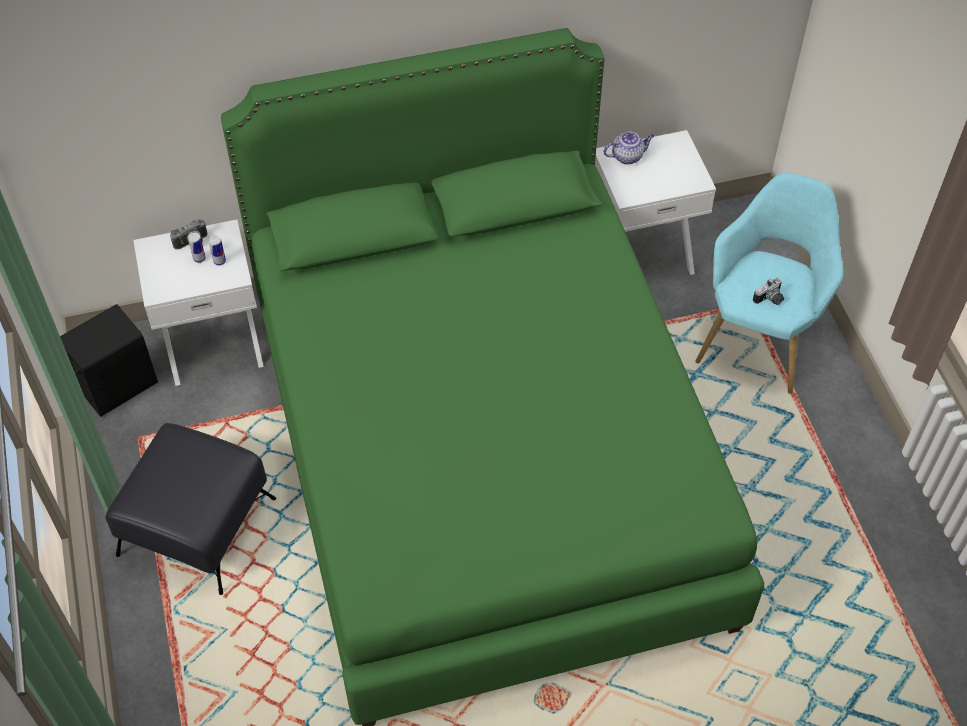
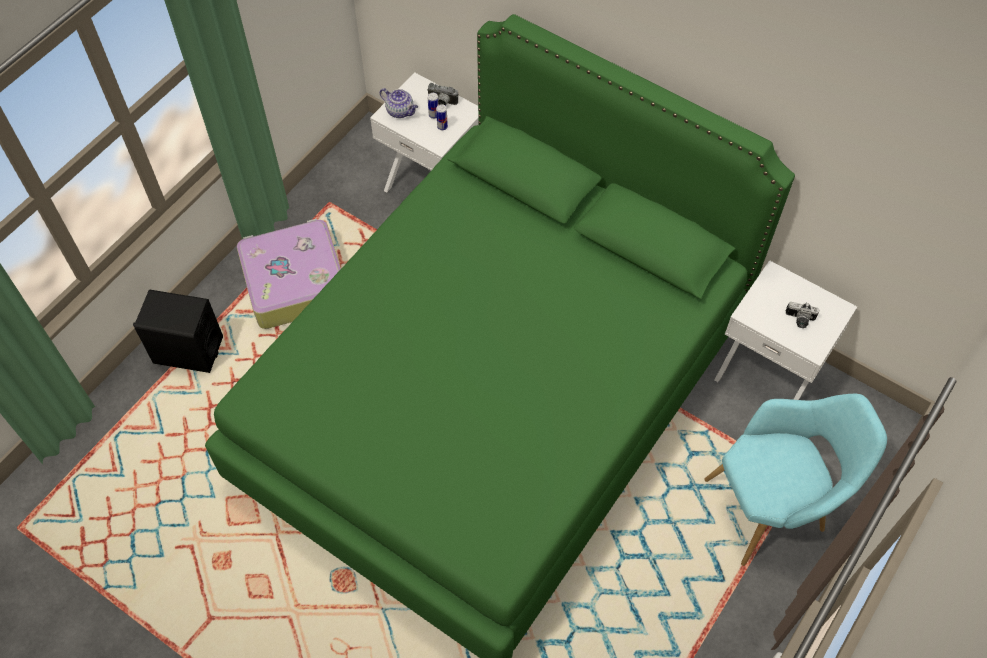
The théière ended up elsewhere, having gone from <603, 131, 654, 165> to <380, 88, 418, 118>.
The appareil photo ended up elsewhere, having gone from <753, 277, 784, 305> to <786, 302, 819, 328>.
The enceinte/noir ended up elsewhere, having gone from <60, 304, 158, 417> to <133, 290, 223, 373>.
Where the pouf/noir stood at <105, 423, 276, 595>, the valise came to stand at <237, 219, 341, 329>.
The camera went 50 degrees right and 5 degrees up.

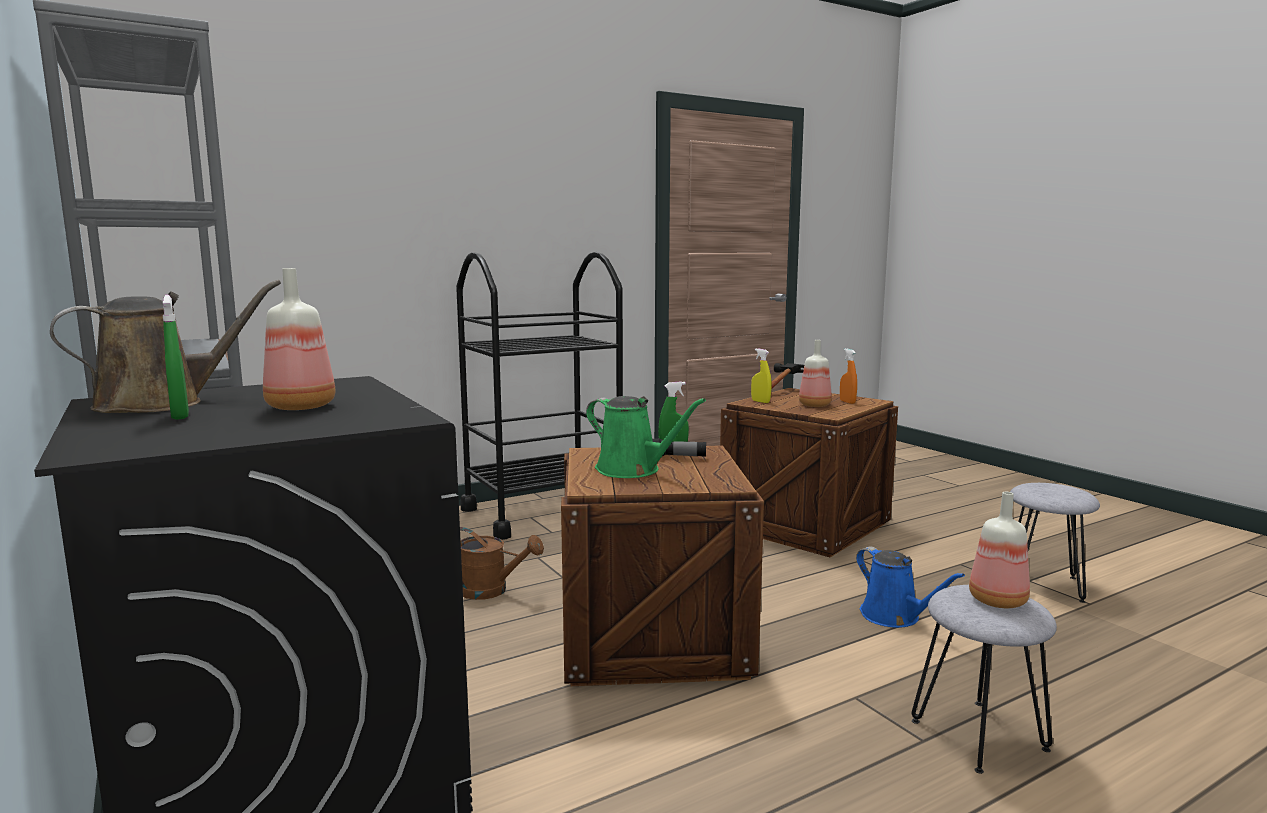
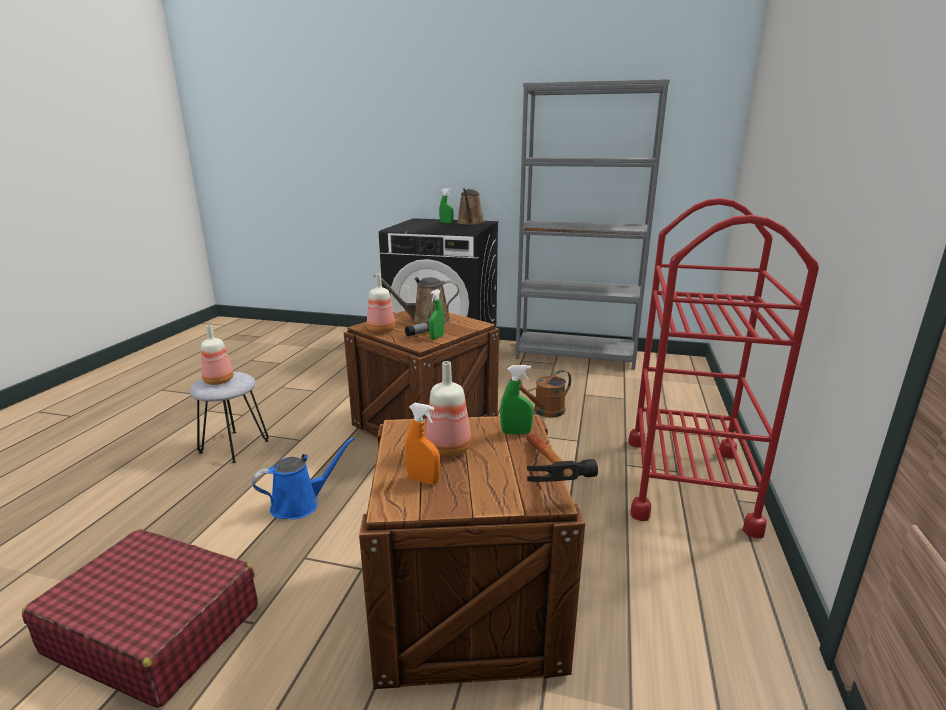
What was the chariot/noir at <456, 252, 623, 540> turned into the chariot/rouge at <628, 198, 819, 538>.
The bouteille ended up elsewhere, having gone from <263, 268, 336, 410> to <367, 274, 395, 333>.
What was the vaporisateur/jaune at <751, 348, 771, 403> turned into the vaporisateur/vert at <500, 365, 533, 434>.
What was the arrosoir/vert at <586, 396, 706, 478> turned into the arrosoir/marron at <374, 274, 459, 324>.
Where the tabouret/gris stood at <1010, 483, 1100, 603>, the valise/rouge came to stand at <22, 529, 258, 708>.
The arrosoir/bleu at <856, 547, 965, 628> ended up facing another way, 135 degrees clockwise from before.
The camera went 135 degrees right and 10 degrees up.

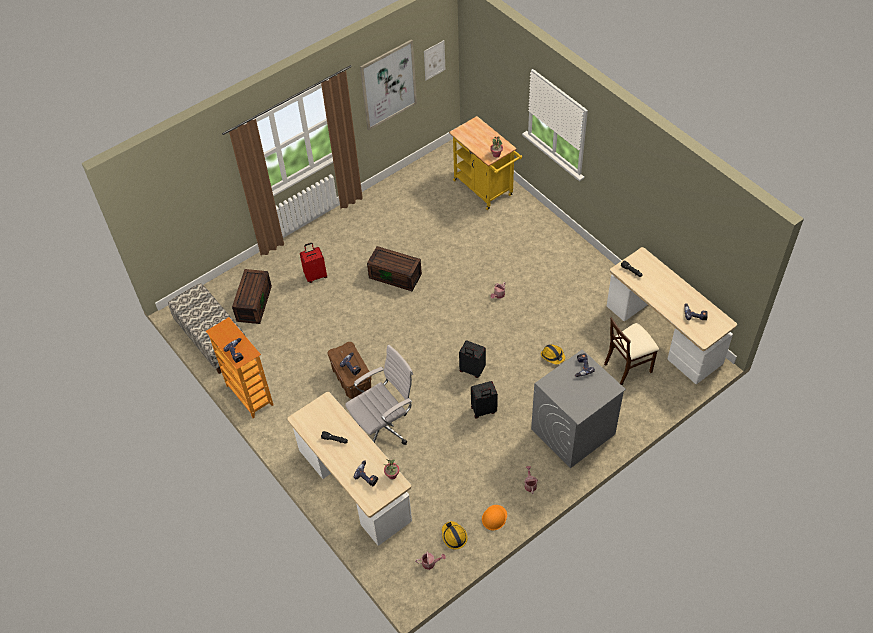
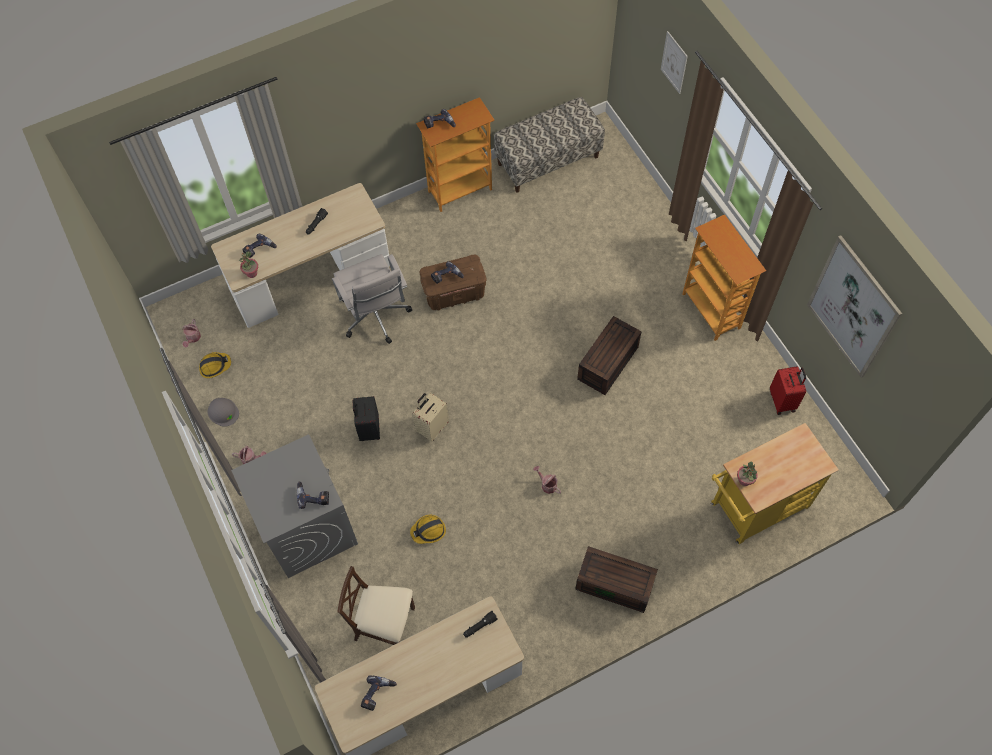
The tableau ended up elsewhere, having gone from <424, 40, 445, 80> to <661, 31, 688, 94>.
The valise/rouge ended up elsewhere, having gone from <300, 243, 327, 283> to <770, 366, 806, 415>.
The boîte de rangement/marron ended up elsewhere, having gone from <232, 269, 272, 324> to <575, 546, 658, 613>.
The chaise/beige at <604, 317, 659, 385> ended up facing another way, 60 degrees counterclockwise from before.
What was the valise/noir at <459, 340, 486, 378> turned into the valise/beige at <412, 393, 449, 442>.
What was the casque de chantier/orange at <482, 505, 507, 531> turned into the casque de chantier/gris at <208, 398, 239, 427>.
The second view gained the bibliothèque at <682, 215, 766, 341>.
The camera went 100 degrees right and 10 degrees up.

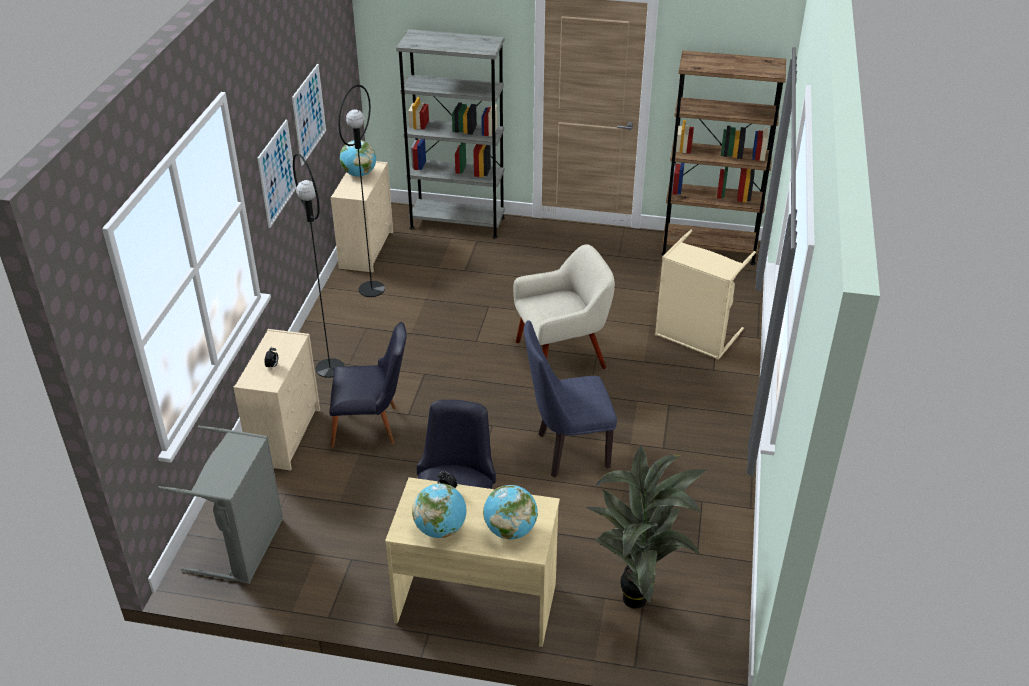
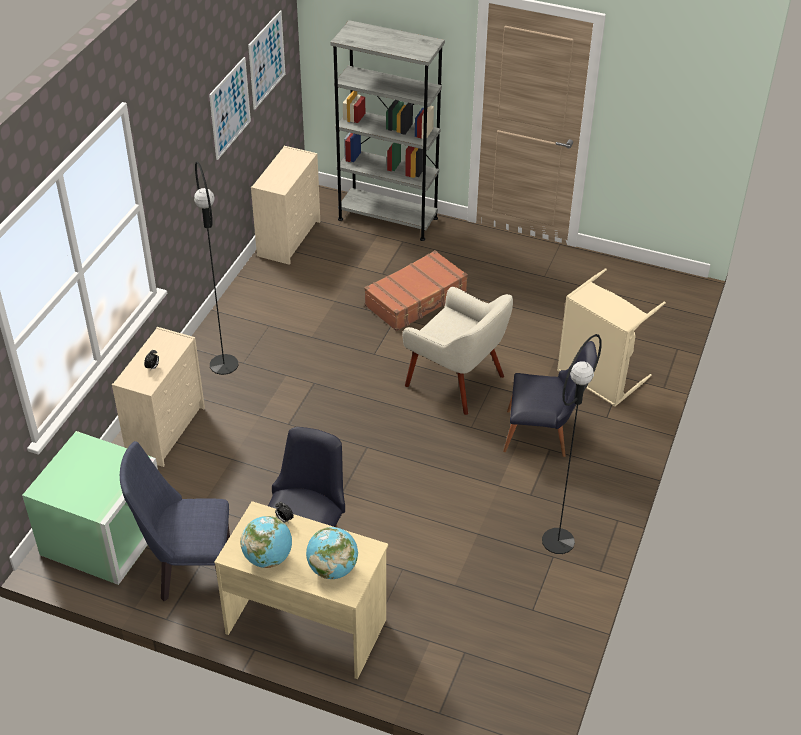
The second view lost the bibliothèque/marron at <662, 50, 786, 265>.
The lampadaire/noir ended up elsewhere, having gone from <338, 85, 385, 297> to <542, 334, 602, 554>.
The tableau ended up elsewhere, having gone from <257, 120, 296, 228> to <248, 10, 285, 110>.
The second view lost the globe at <340, 140, 376, 177>.
The fauteuil/beige at <513, 244, 615, 369> ended up facing another way, 45 degrees clockwise from before.
The chaise/bleu ended up elsewhere, having gone from <524, 320, 617, 478> to <120, 441, 230, 602>.
The chaise/noir ended up elsewhere, having gone from <329, 322, 407, 448> to <503, 341, 597, 457>.
Where the panier à linge/gris stood at <158, 426, 283, 584>, the boîte de rangement/vert came to stand at <22, 431, 158, 585>.
The second view lost the plante en pot at <586, 445, 707, 609>.
The second view gained the valise/marron at <364, 250, 468, 331>.
The camera went 10 degrees right and 5 degrees up.

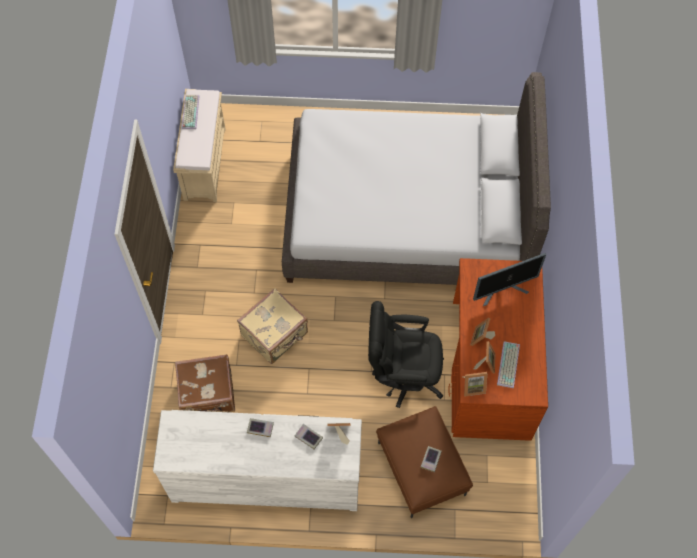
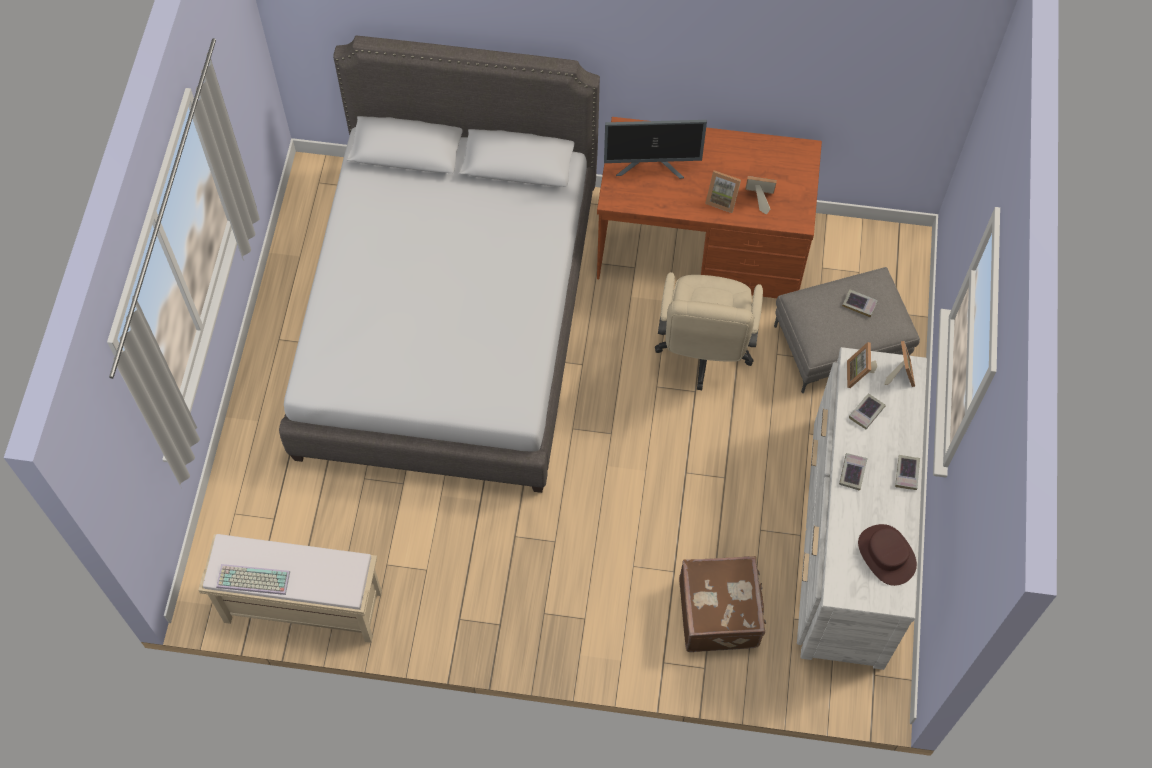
The écran d'ordinateur at <473, 253, 546, 306> ended up facing another way, 105 degrees clockwise from before.
The second view lost the valise/beige at <237, 288, 308, 364>.
What was the chaise de bureau/noir at <368, 301, 444, 408> turned into the chaise de bureau/beige at <655, 272, 763, 390>.
The second view lost the clavier at <497, 341, 520, 388>.
The cadre photo ended up elsewhere, having gone from <462, 372, 487, 396> to <884, 341, 915, 387>.
What was the pouf/marron at <376, 406, 473, 518> turned into the pouf/gris at <774, 267, 920, 393>.
The second view gained the livre at <895, 455, 920, 490>.
The second view gained the chapeau/marron at <858, 524, 917, 586>.
The camera went 85 degrees left and 0 degrees up.

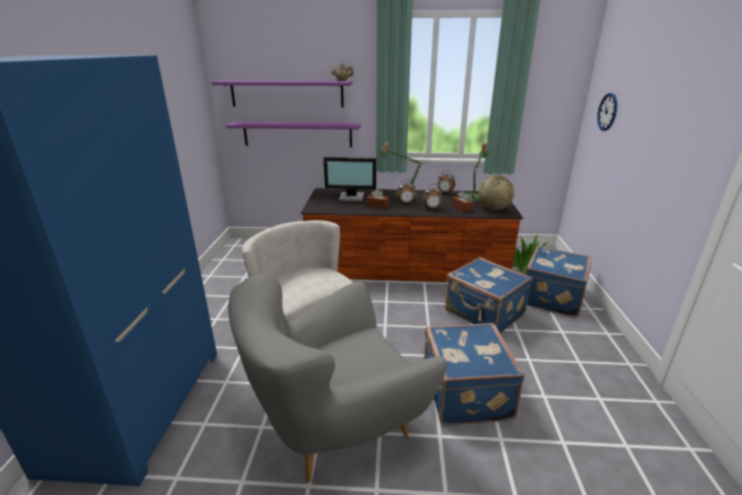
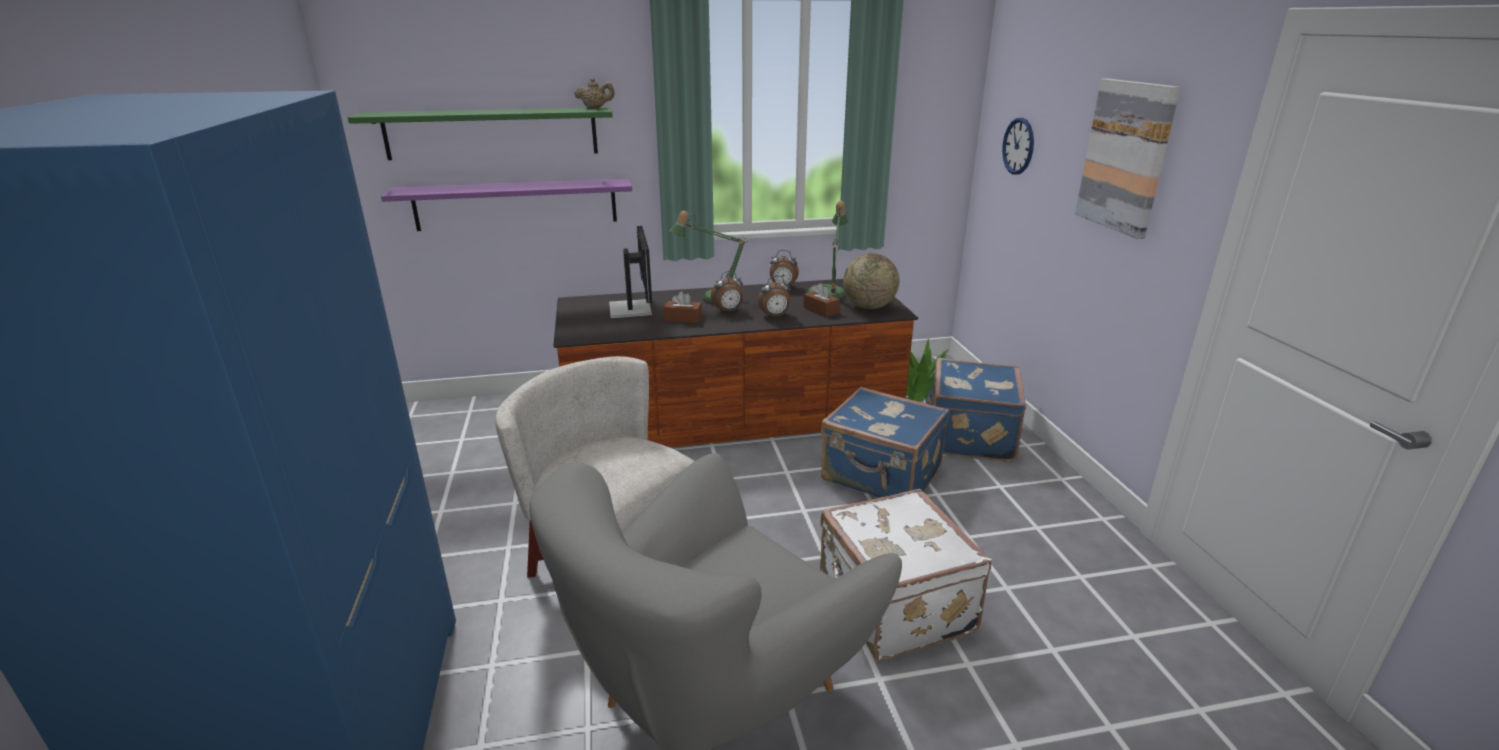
What was the étagère/violet at <212, 80, 352, 107> turned into the étagère/vert at <348, 107, 613, 160>.
The écran d'ordinateur at <323, 157, 376, 201> ended up facing another way, 90 degrees counterclockwise from before.
What was the valise/bleu at <424, 323, 524, 425> turned into the valise/blanc at <820, 489, 992, 661>.
The second view gained the tableau at <1075, 78, 1181, 239>.
The camera went 15 degrees left and 0 degrees up.

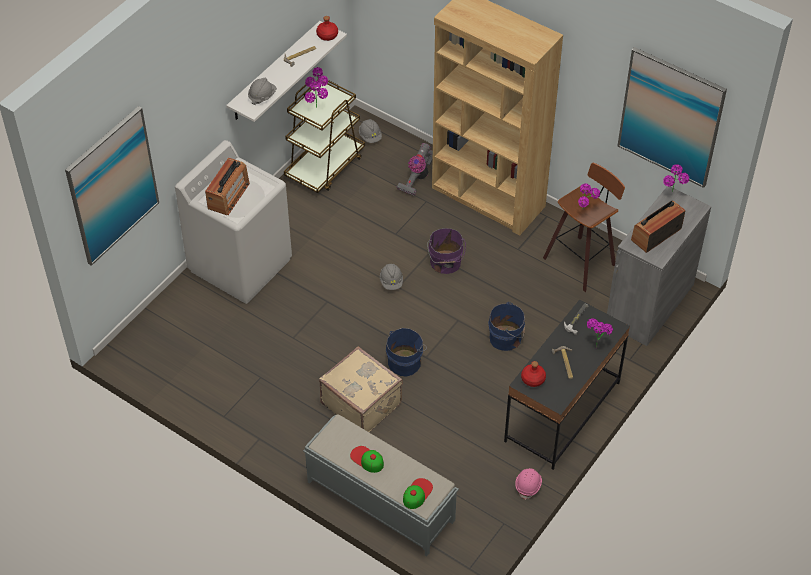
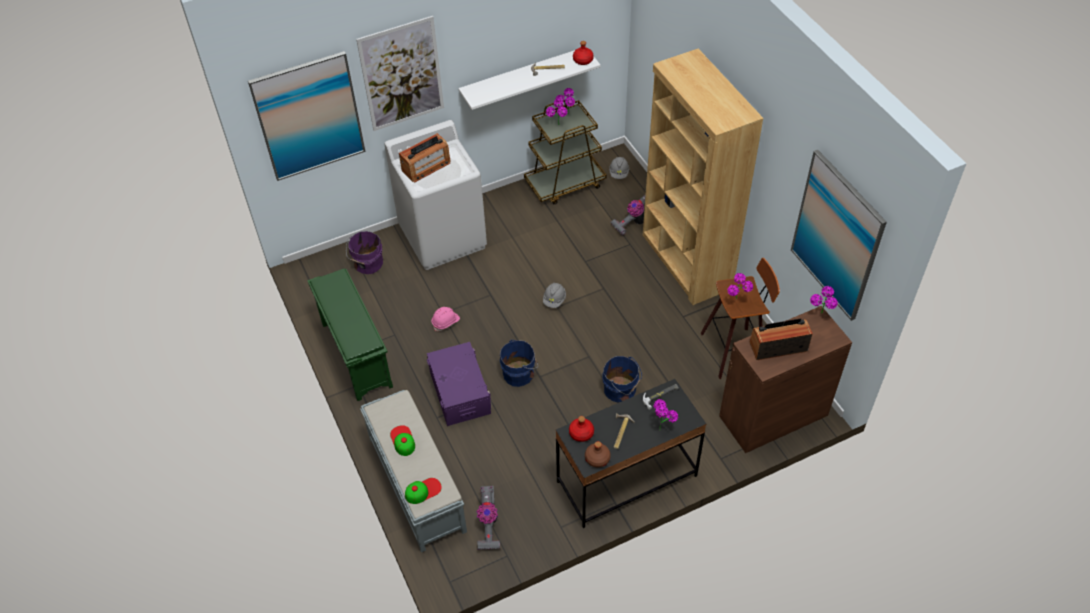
The second view lost the casque de chantier/gris at <248, 78, 277, 105>.
What was the meuble de rangement/gris at <607, 186, 711, 346> turned into the meuble de rangement/marron at <719, 306, 852, 453>.
The seau/violet ended up elsewhere, having gone from <427, 228, 466, 274> to <346, 231, 383, 274>.
Where the valise/beige stood at <319, 346, 403, 432>, the boîte de rangement/violet came to stand at <427, 342, 492, 426>.
The casque de chantier/rose ended up elsewhere, having gone from <515, 468, 542, 500> to <432, 307, 460, 331>.
The second view gained the tableau at <356, 16, 444, 131>.
The second view gained the étagère à chaussures/vert at <307, 268, 393, 401>.
The second view gained the bouteille/marron at <585, 441, 611, 467>.
The second view gained the aspirateur at <477, 486, 500, 550>.
The camera went 30 degrees right and 0 degrees up.

